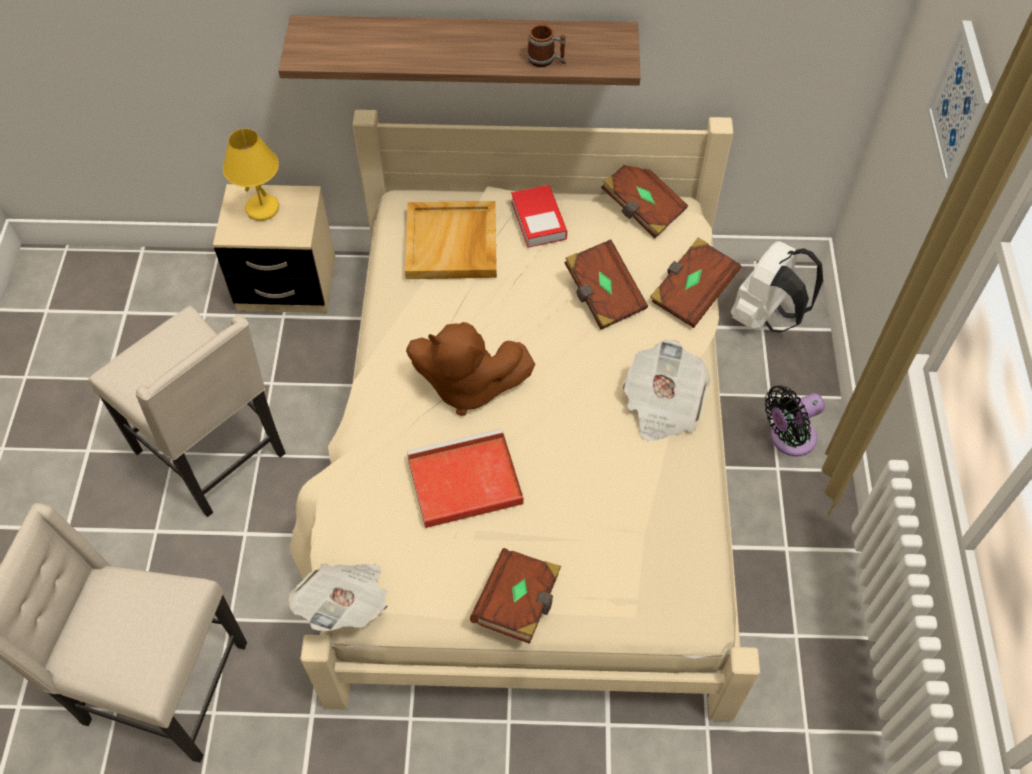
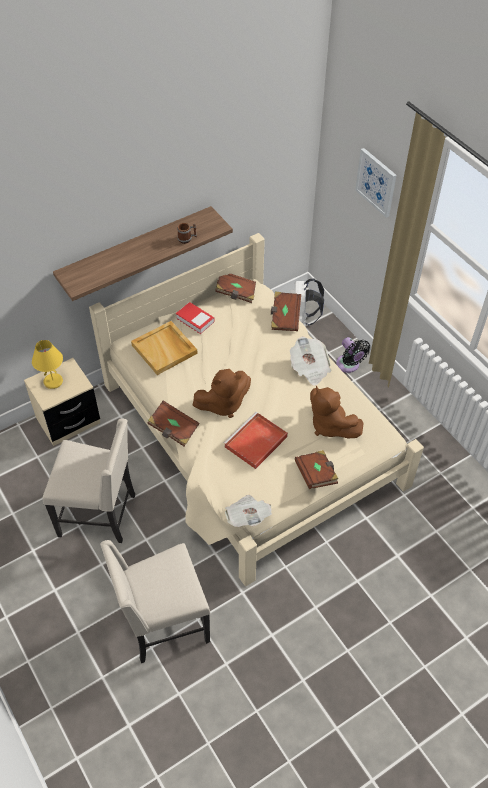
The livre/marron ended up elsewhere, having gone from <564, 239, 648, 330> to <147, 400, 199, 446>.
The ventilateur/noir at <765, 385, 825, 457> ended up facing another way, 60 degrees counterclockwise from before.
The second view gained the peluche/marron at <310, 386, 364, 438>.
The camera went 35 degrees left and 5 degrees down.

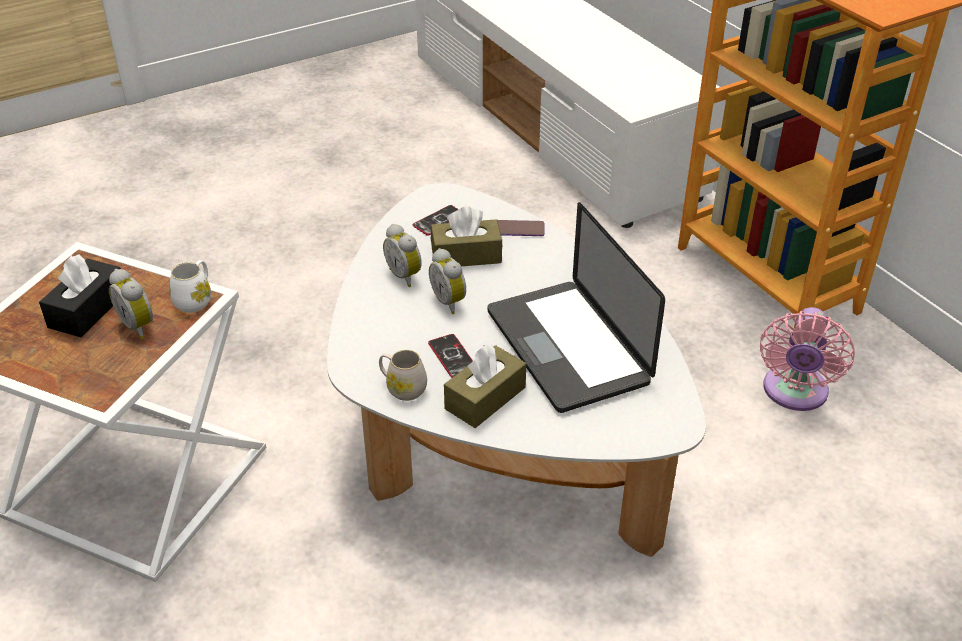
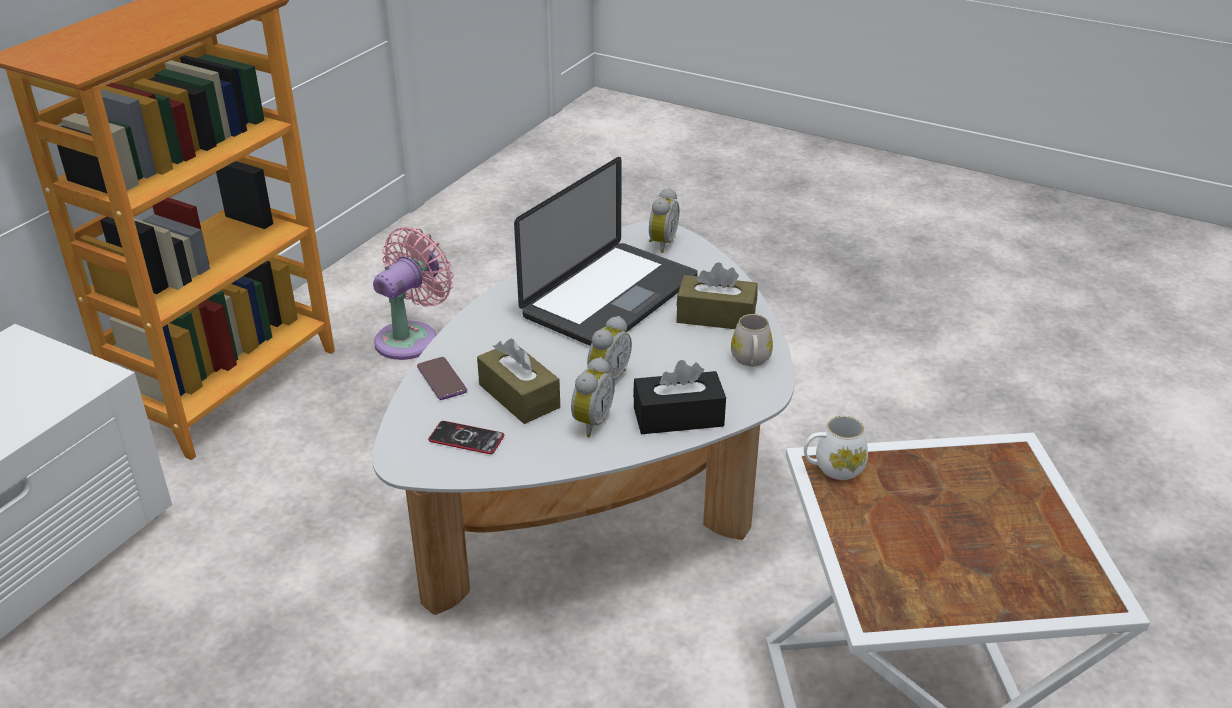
The boîte à mouchoirs/noir ended up elsewhere, having gone from <39, 254, 121, 337> to <633, 360, 726, 434>.
The réveil ended up elsewhere, having gone from <109, 269, 153, 339> to <649, 188, 679, 253>.
The ventilateur/rose at <760, 307, 855, 411> ended up facing another way, 45 degrees counterclockwise from before.
The second view lost the téléphone at <428, 334, 473, 378>.
The camera went 120 degrees left and 5 degrees down.

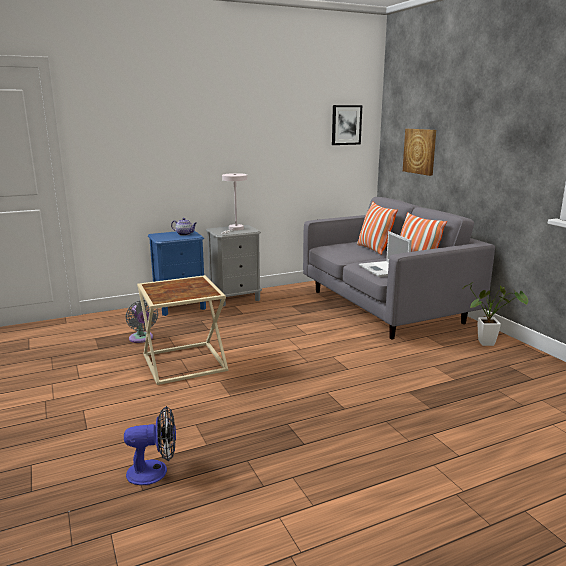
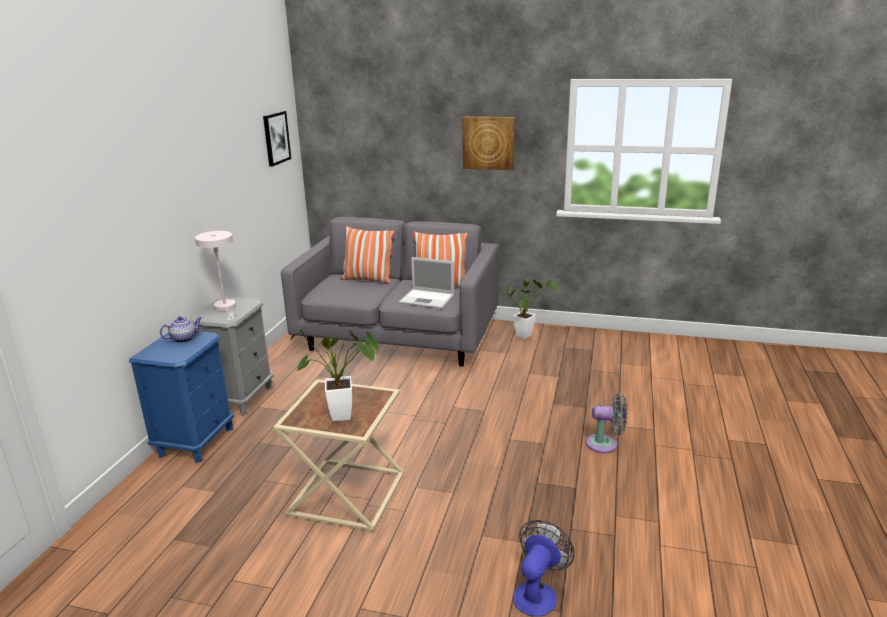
The tableau ended up elsewhere, having gone from <403, 129, 436, 176> to <462, 117, 515, 170>.
The ventilateur/gris ended up elsewhere, having gone from <125, 300, 158, 343> to <586, 393, 627, 453>.
The second view gained the plante en pot at <291, 329, 380, 422>.
The camera went 50 degrees left and 5 degrees up.

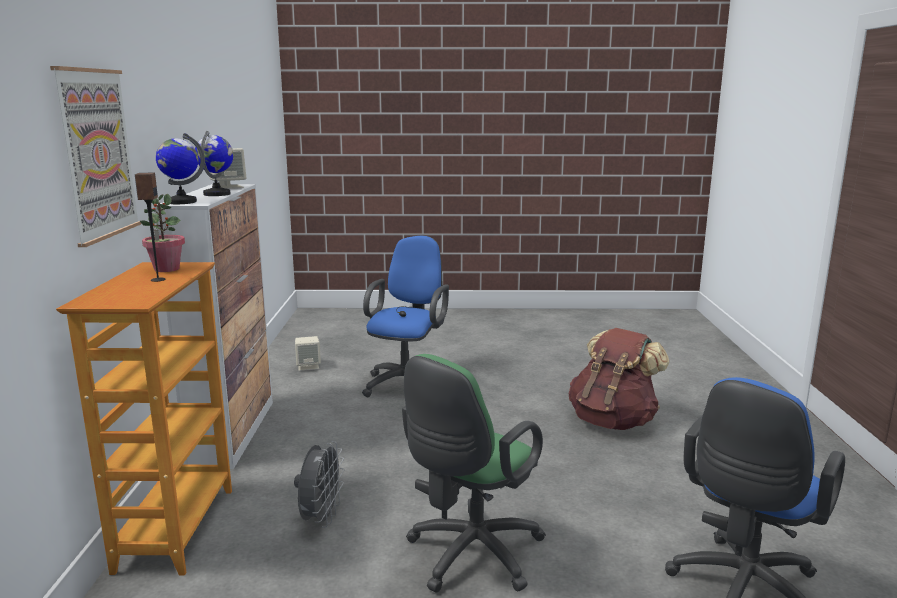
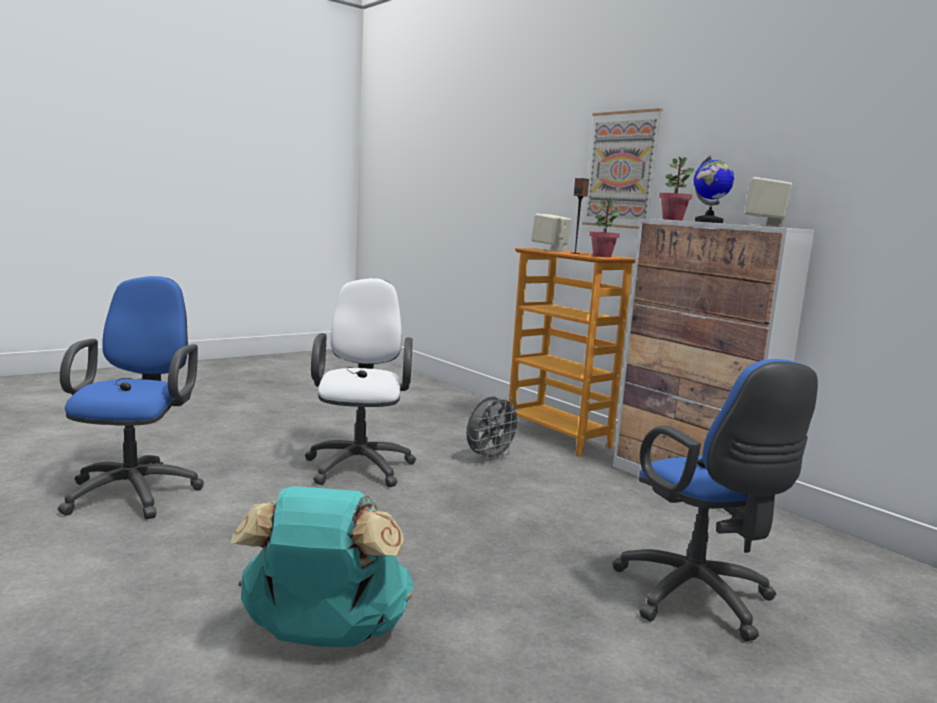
Where the globe stood at <156, 133, 205, 204>, the plante en pot came to stand at <659, 157, 695, 221>.
What was the sac à dos/marron at <568, 328, 669, 430> turned into the sac à dos/turquoise at <231, 486, 414, 647>.
The enceinte/beige ended up elsewhere, having gone from <295, 336, 321, 371> to <531, 214, 572, 251>.
What was the chaise de bureau/vert at <402, 354, 546, 593> turned into the chaise de bureau/blanc at <305, 278, 416, 487>.
The ventilateur/gris at <294, 441, 345, 528> ended up facing another way, 105 degrees counterclockwise from before.
The camera went 140 degrees right and 5 degrees down.

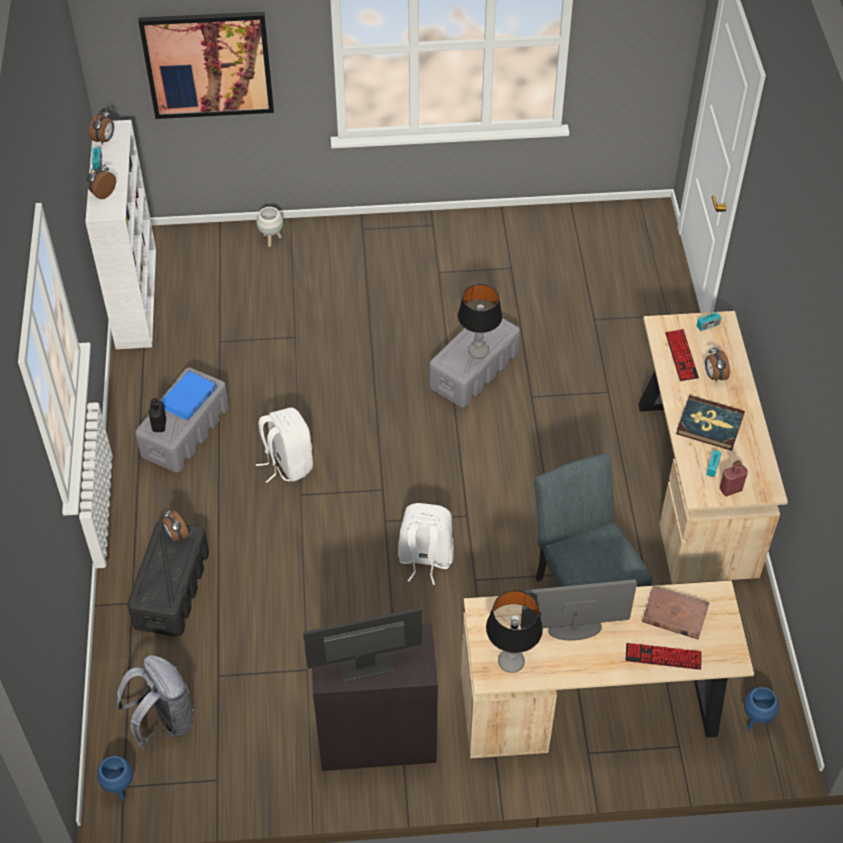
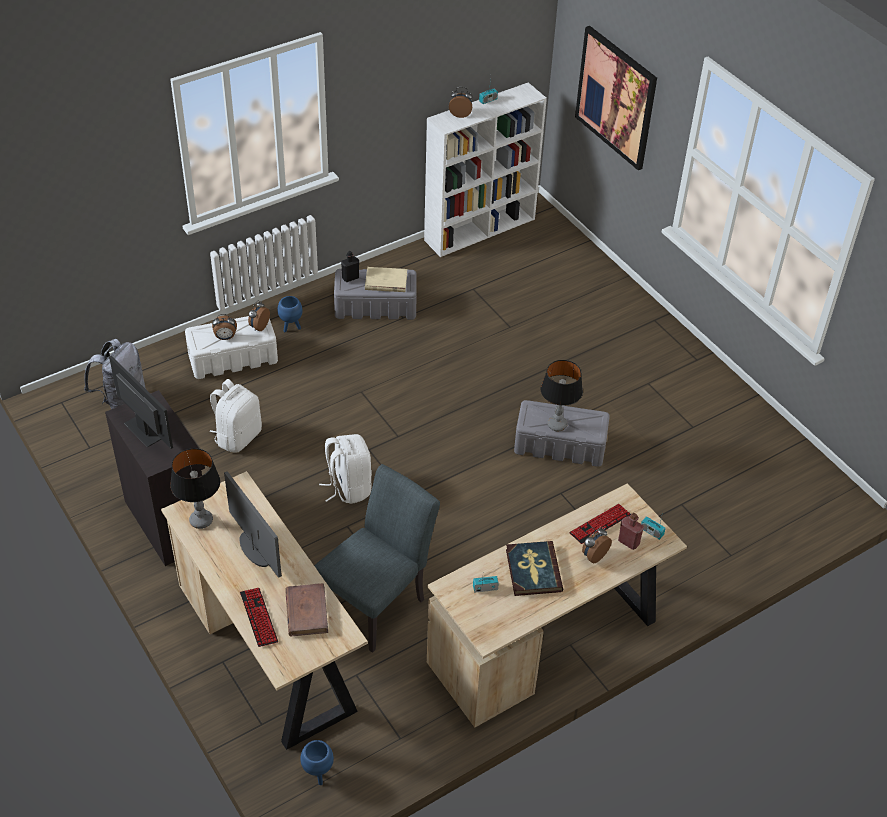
The réveil ended up elsewhere, having gone from <89, 109, 114, 144> to <212, 314, 237, 340>.
The second view lost the cache-pot/blanc at <257, 207, 283, 247>.
What was the livre/bleu at <161, 371, 217, 421> turned into the livre/beige at <365, 267, 407, 292>.
The sac à dos/blanc ended up elsewhere, having gone from <256, 407, 313, 483> to <209, 379, 262, 452>.
The bouteille/rouge ended up elsewhere, having gone from <720, 460, 748, 496> to <618, 513, 644, 550>.
What was the boîte de rangement/noir at <127, 521, 209, 637> turned into the boîte de rangement/blanc at <185, 316, 278, 379>.
The cache-pot/bleu ended up elsewhere, having gone from <97, 756, 133, 801> to <277, 296, 303, 332>.
The camera went 60 degrees right and 5 degrees down.

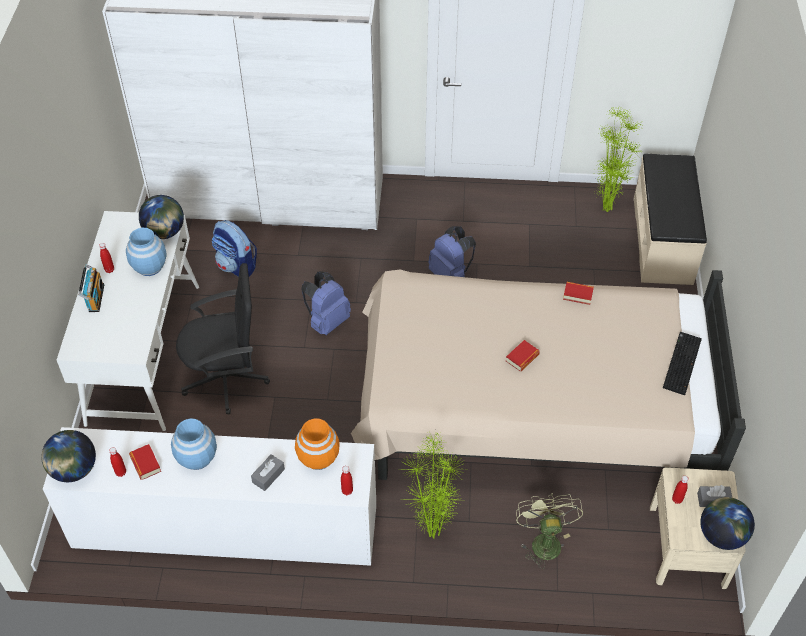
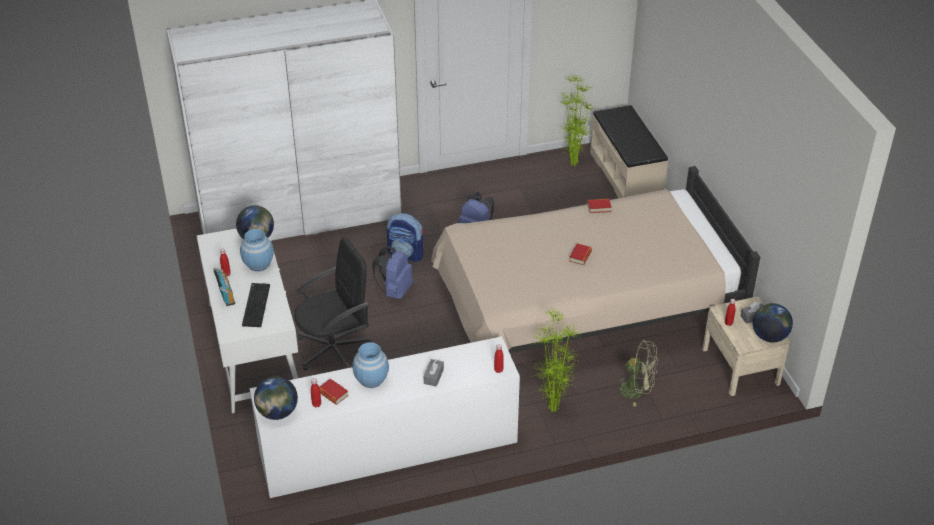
The sac à dos ended up elsewhere, having gone from <211, 220, 257, 277> to <387, 213, 424, 262>.
The clavier ended up elsewhere, having gone from <663, 332, 702, 395> to <242, 283, 270, 327>.
The second view lost the vase/orange at <295, 419, 340, 470>.
The ventilateur/vert at <516, 493, 583, 569> ended up facing another way, 135 degrees clockwise from before.
The camera went 20 degrees left and 10 degrees down.

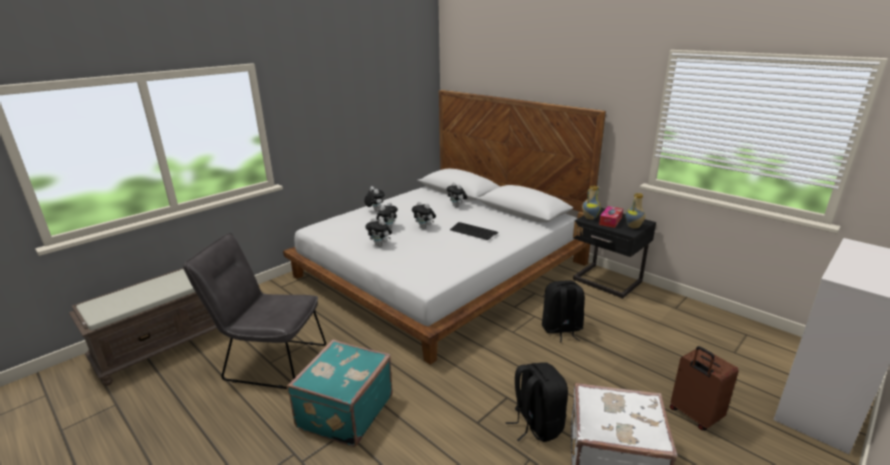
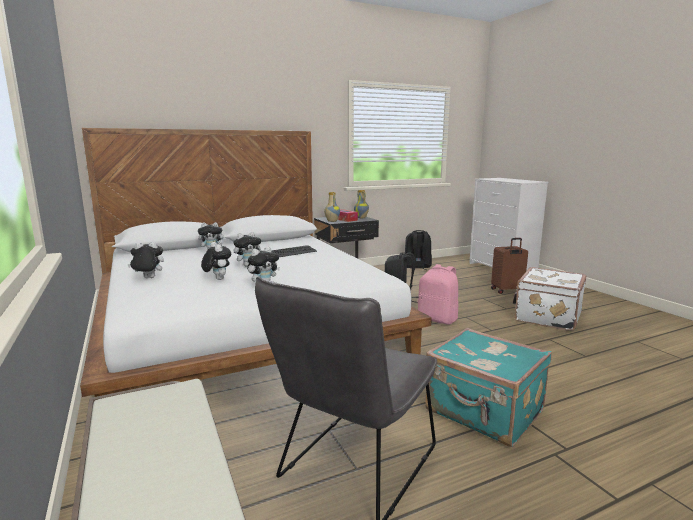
The sac à dos/noir ended up elsewhere, having gone from <506, 362, 568, 442> to <404, 230, 432, 270>.
The second view gained the sac à dos/rose at <418, 264, 458, 325>.
The camera went 70 degrees left and 10 degrees down.

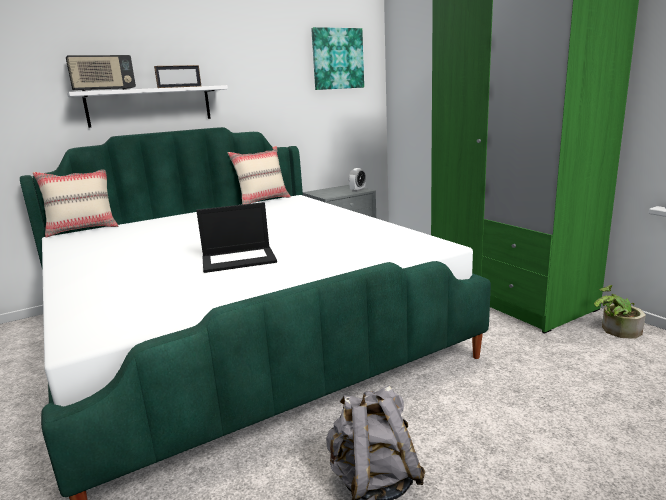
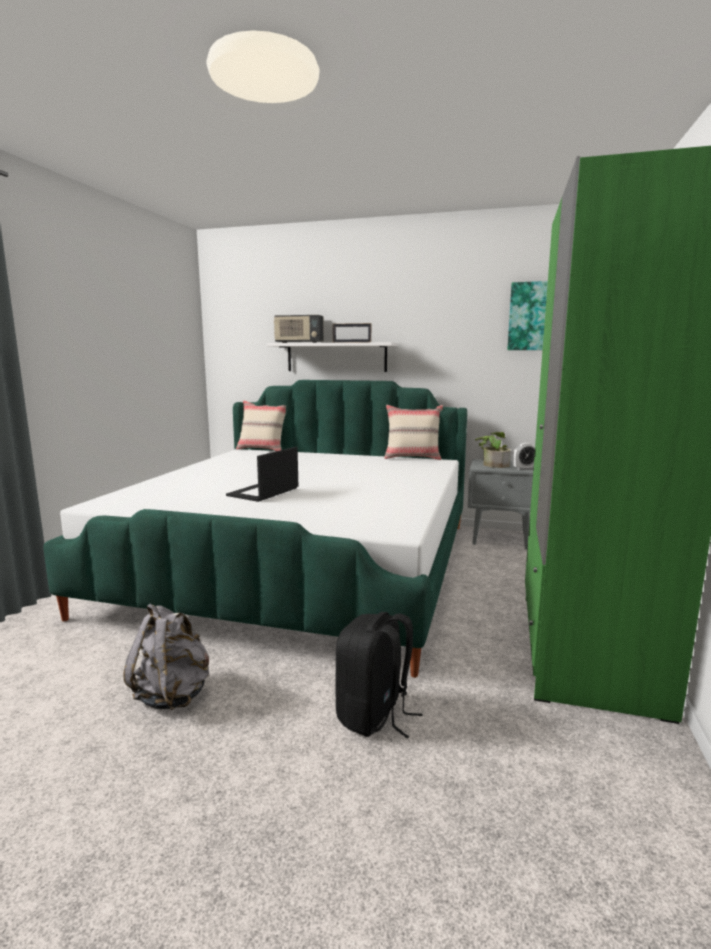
The ordinateur portable at <196, 202, 277, 273> ended up facing another way, 90 degrees clockwise from before.
The plante en pot ended up elsewhere, having gone from <594, 285, 646, 339> to <475, 432, 511, 468>.
The second view gained the sac à dos/noir at <335, 612, 422, 738>.
The camera went 45 degrees right and 5 degrees down.

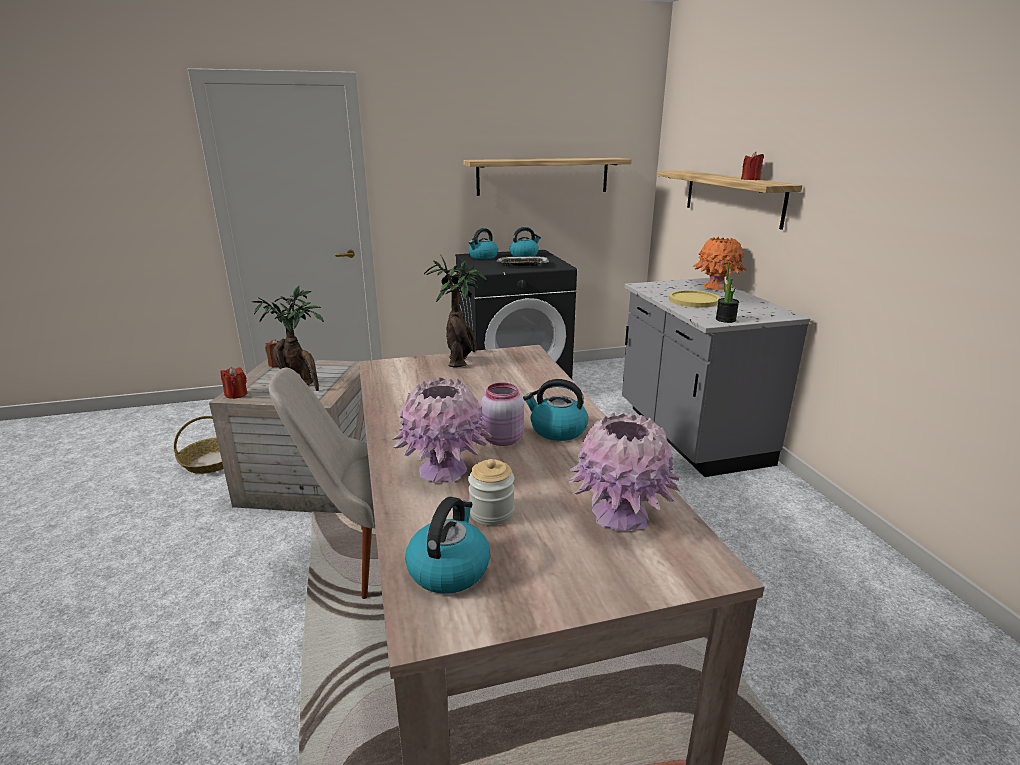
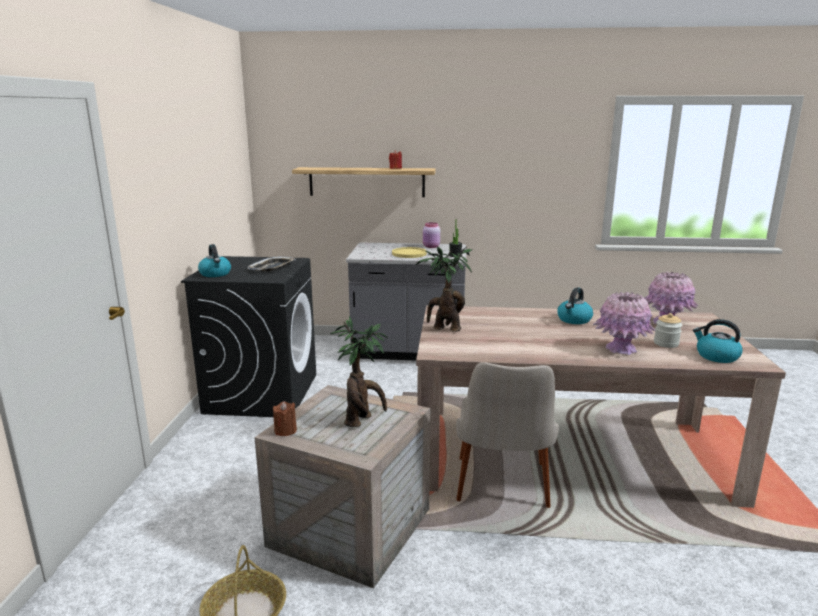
The second view lost the étagère at <463, 158, 632, 196>.
The second view lost the bouilloire at <509, 227, 541, 257>.
The second view lost the vase/orange at <693, 237, 746, 290>.
The second view lost the bougie/rouge at <221, 367, 247, 399>.
The bocal/rose ended up elsewhere, having gone from <481, 383, 524, 446> to <423, 222, 440, 248>.
The camera went 70 degrees left and 5 degrees down.

